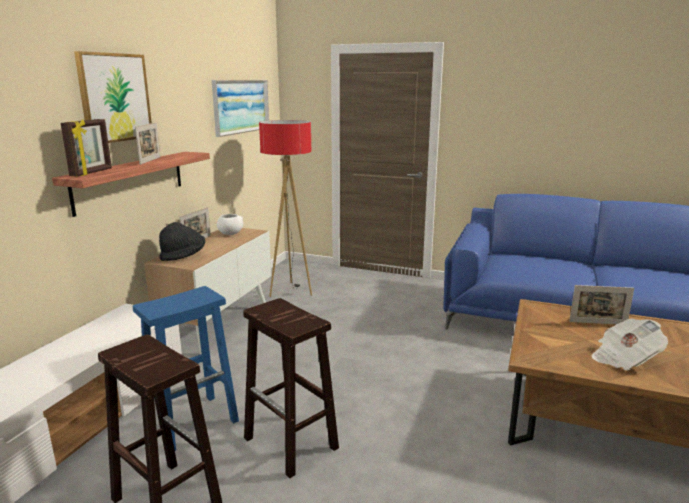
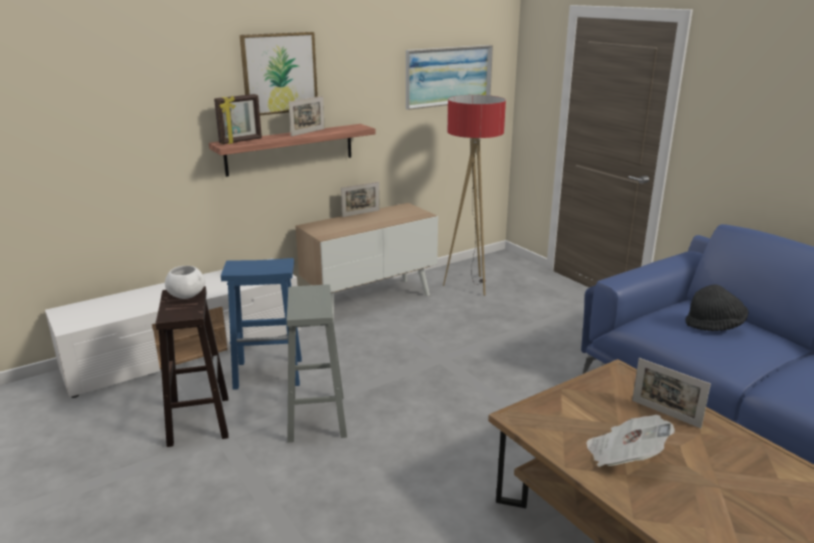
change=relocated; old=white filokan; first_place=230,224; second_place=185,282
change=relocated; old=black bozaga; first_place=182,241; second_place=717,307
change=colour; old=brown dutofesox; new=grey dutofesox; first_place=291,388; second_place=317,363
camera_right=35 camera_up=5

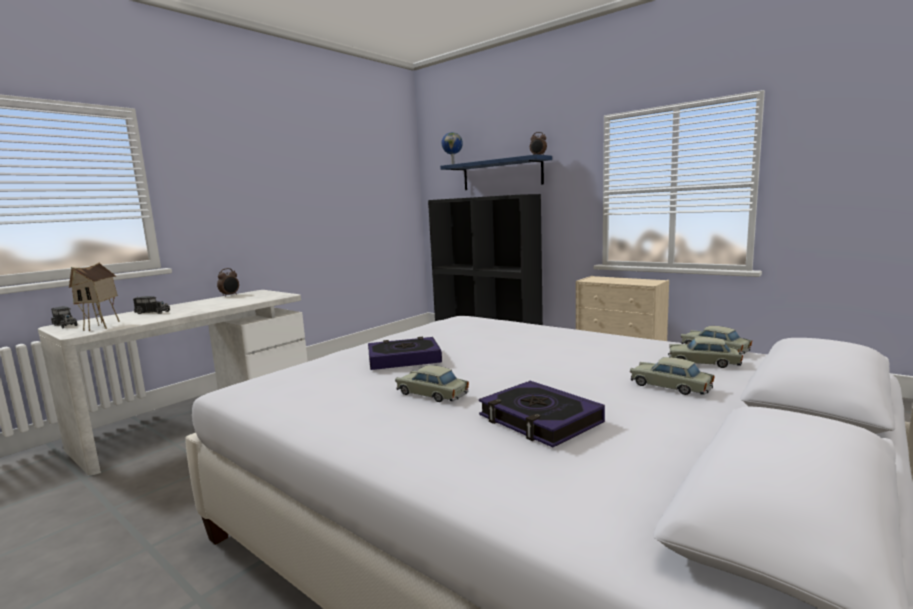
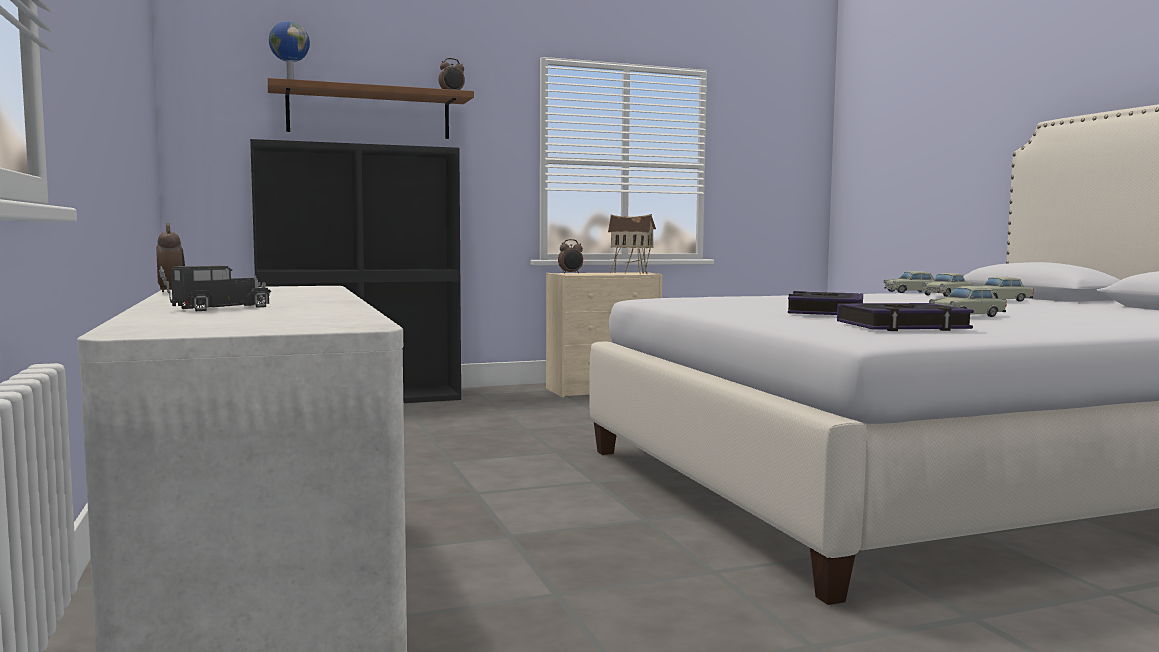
change=colour; old=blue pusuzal; new=brown pusuzal; first_place=496,172; second_place=371,108
change=relocated; old=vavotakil; first_place=94,296; second_place=632,244
change=missing; old=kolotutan; first_place=64,317
change=relocated; old=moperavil; first_place=542,414; second_place=905,317
change=appeared; new=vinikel; second_place=570,256
camera_right=-60 camera_up=-5

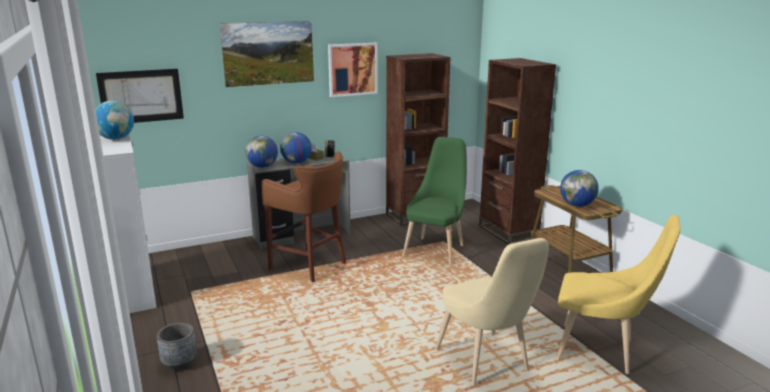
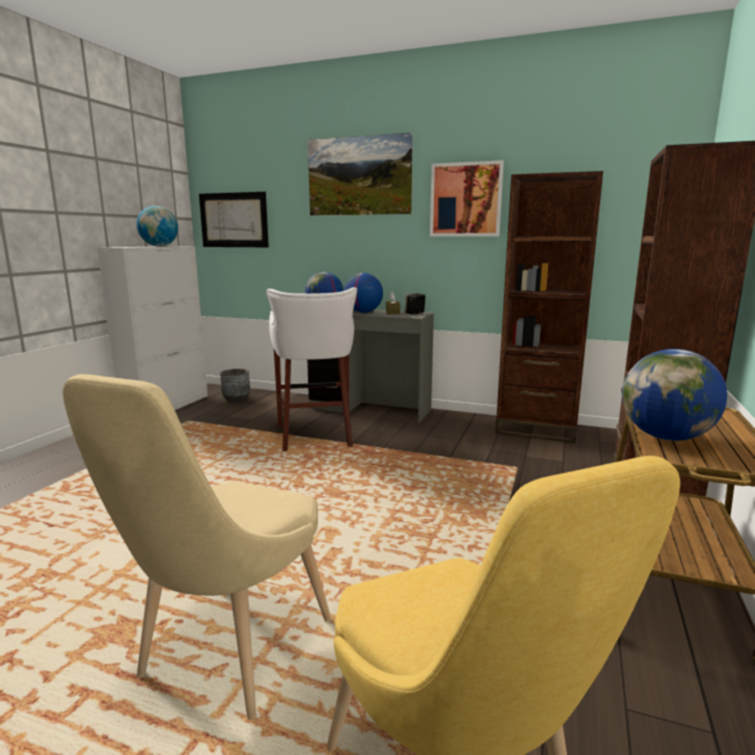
change=missing; old=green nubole; first_place=434,201
change=colour; old=brown dutofesox; new=white dutofesox; first_place=304,217; second_place=311,369
change=relocated; old=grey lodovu; first_place=177,347; second_place=235,385
camera_right=45 camera_up=-5

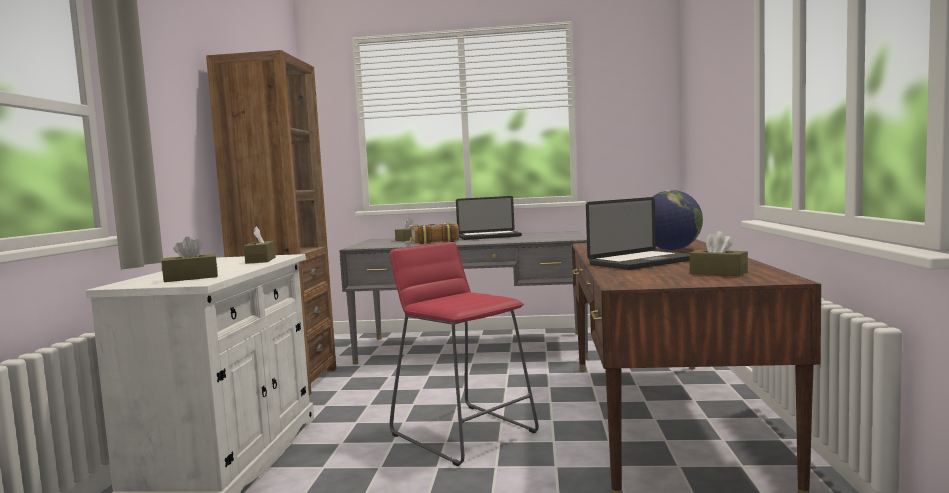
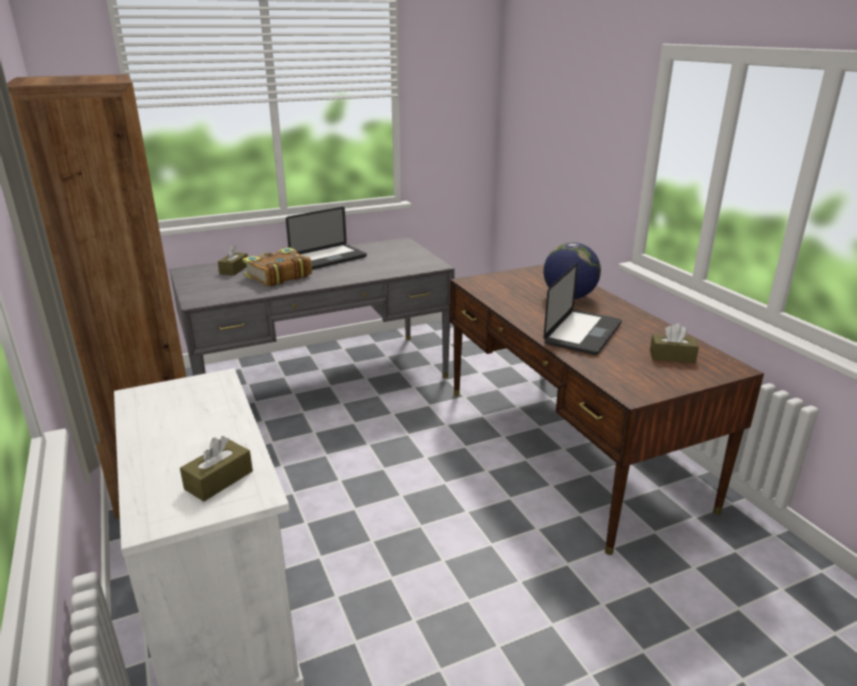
change=missing; old=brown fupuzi; first_place=260,245
change=missing; old=red dutofesox; first_place=464,354
camera_right=-30 camera_up=20

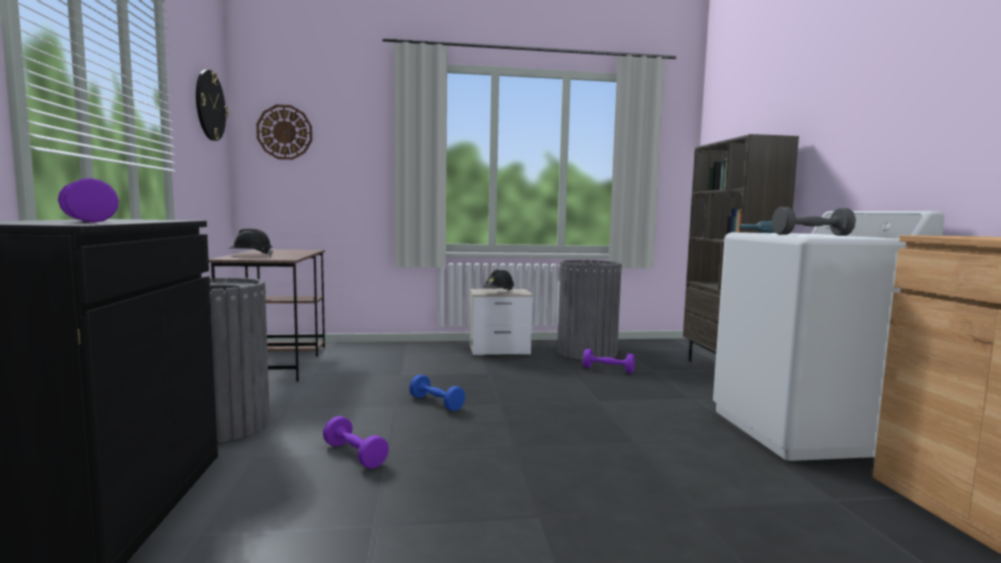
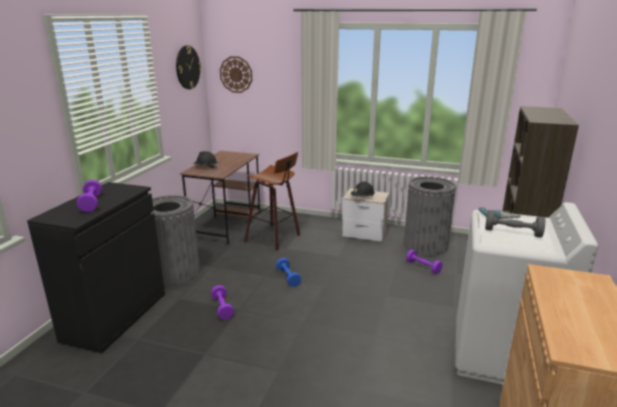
change=appeared; new=dutofesox; second_place=272,201
camera_right=25 camera_up=15

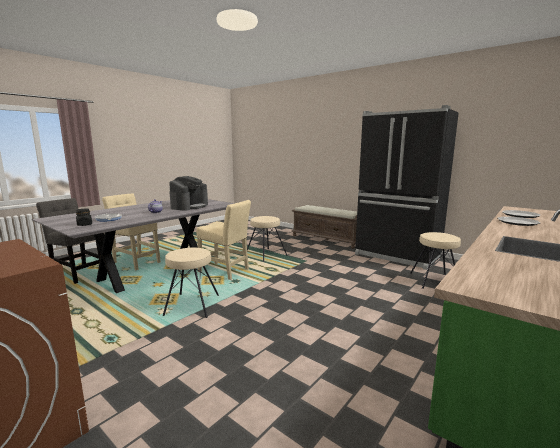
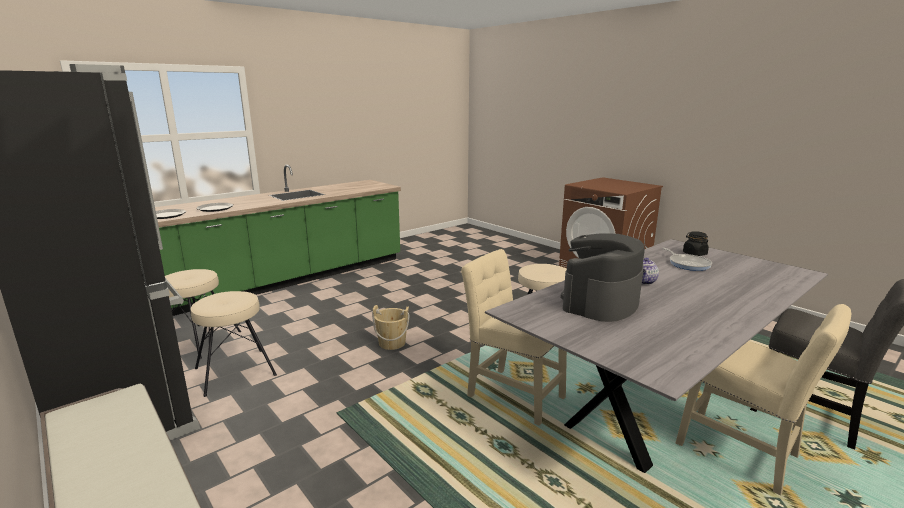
change=relocated; old=beige dutofesox; first_place=267,239; second_place=233,344
change=appeared; new=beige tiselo; second_place=390,327
camera_right=-170 camera_up=5

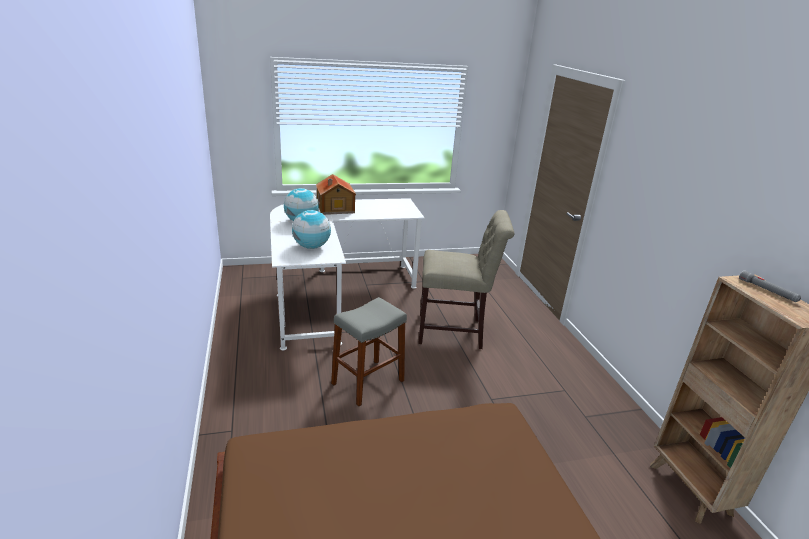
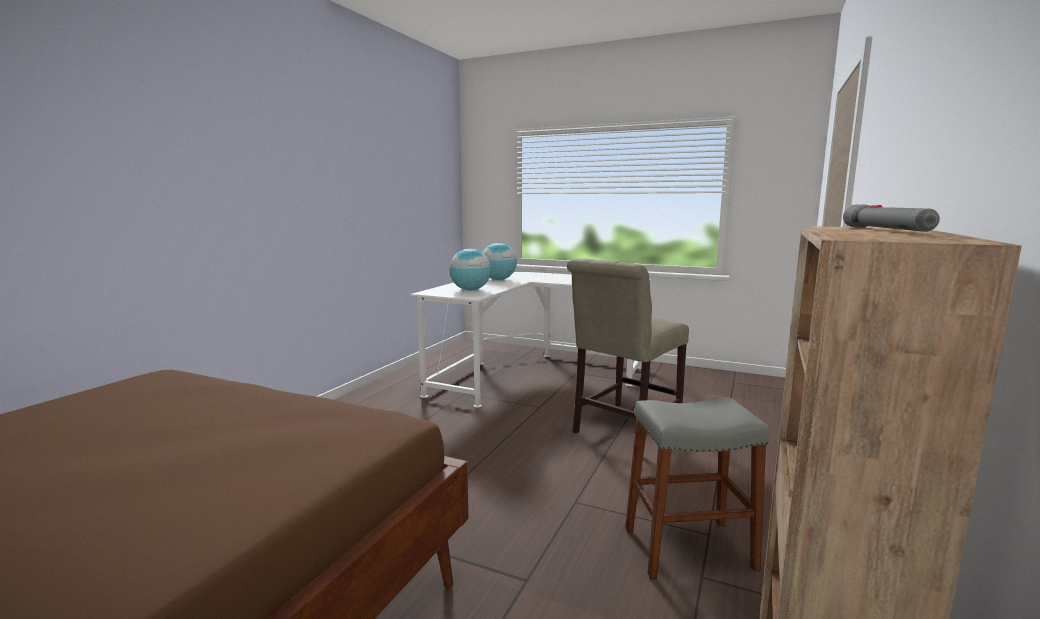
change=missing; old=vavotakil; first_place=336,194
change=spun; old=beige nubole; first_place=466,279; second_place=628,346; degrees=90
change=relocated; old=grey dutofesox; first_place=369,351; second_place=697,488
camera_right=40 camera_up=-15

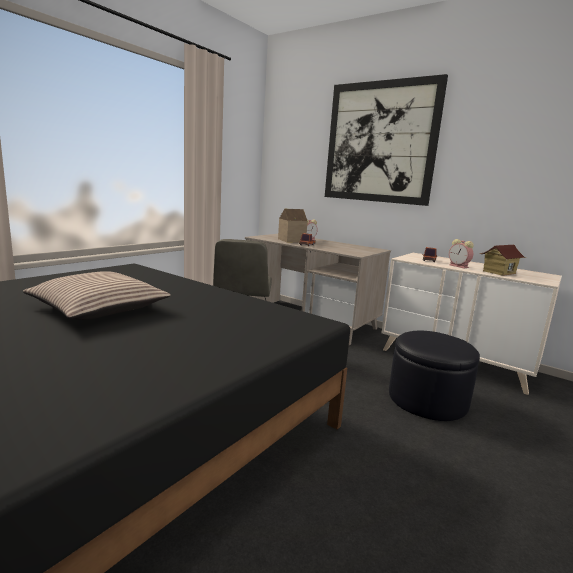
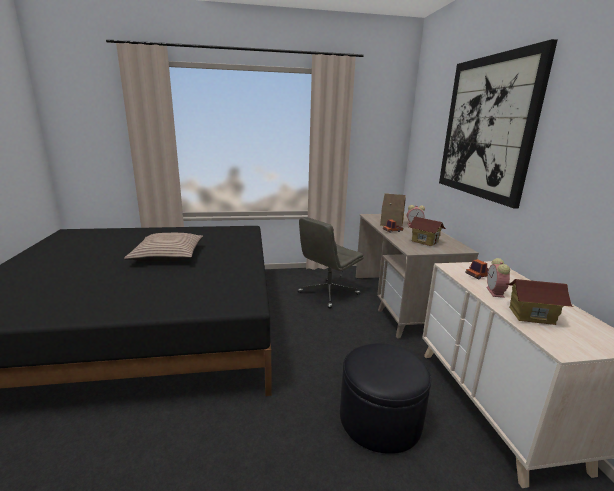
change=appeared; new=vavotakil; second_place=427,231
camera_right=45 camera_up=5

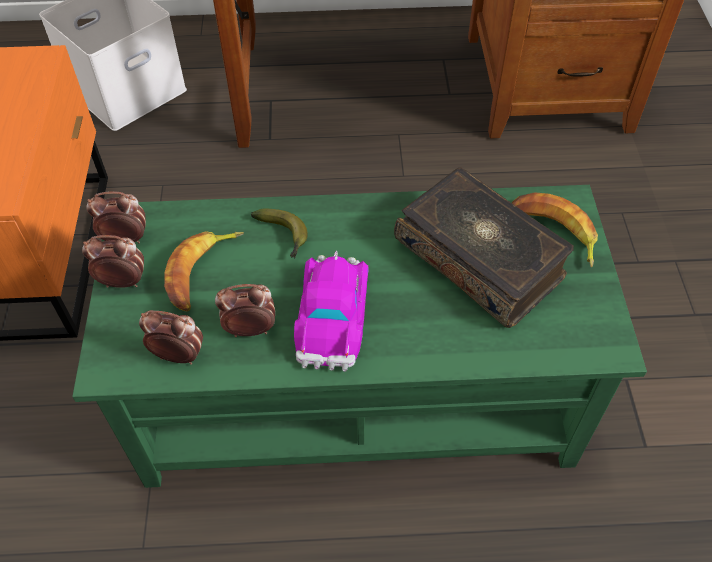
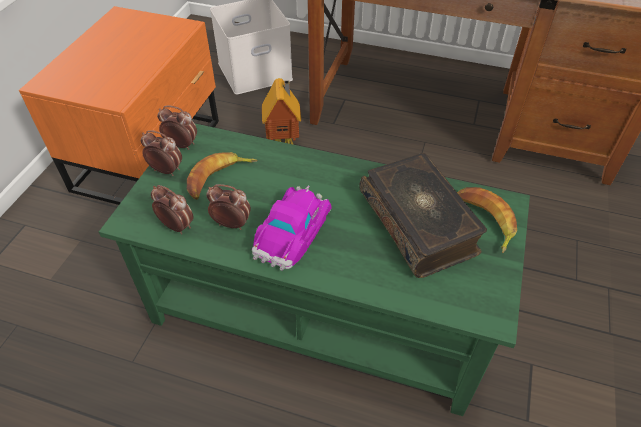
change=missing; old=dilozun; first_place=279,233
change=appeared; new=vavotakil; second_place=281,111
camera_right=20 camera_up=-5

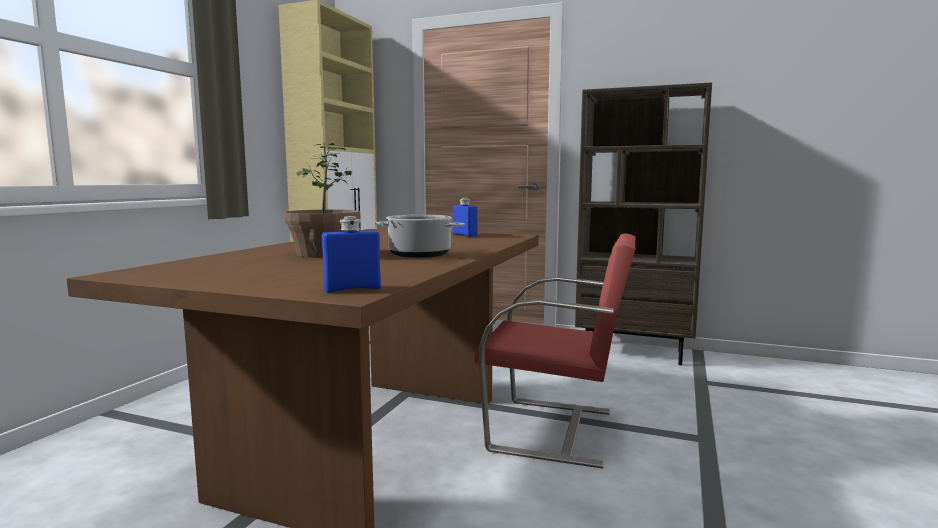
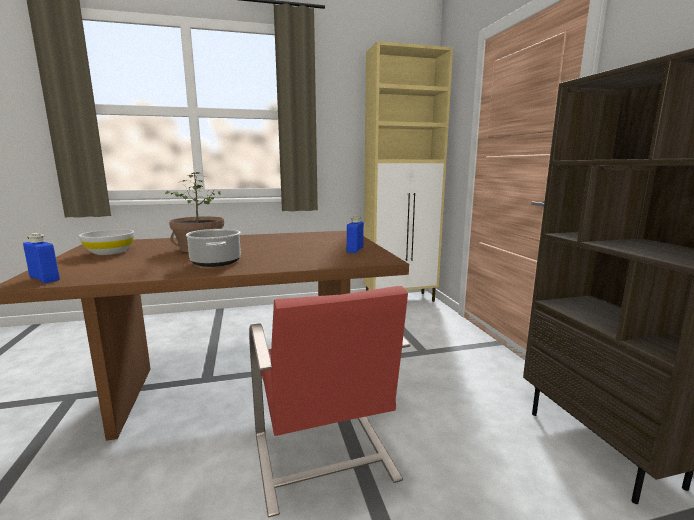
change=appeared; new=white filokan; second_place=106,242
camera_right=55 camera_up=5

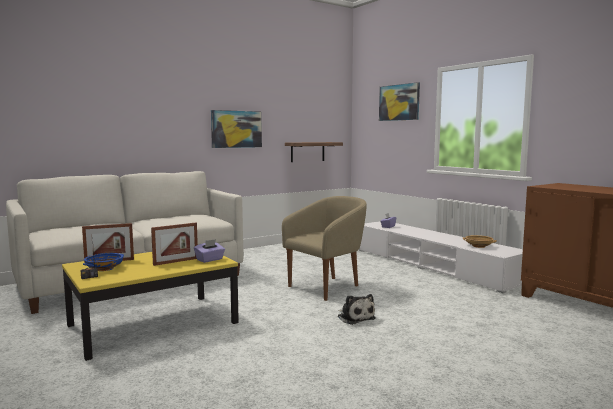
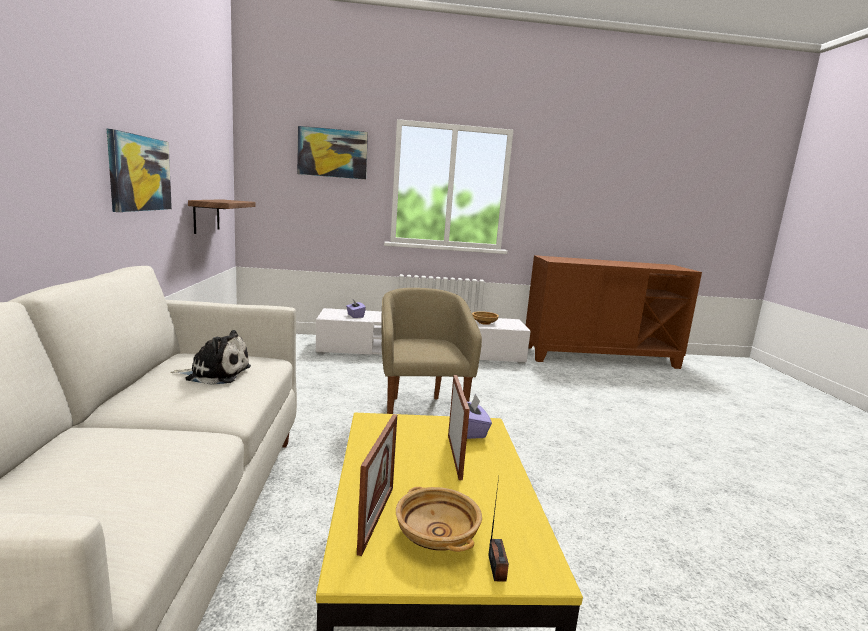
change=colour; old=blue filokan; new=beige filokan; first_place=103,262; second_place=439,519
change=relocated; old=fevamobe; first_place=356,309; second_place=211,357
camera_right=-60 camera_up=5

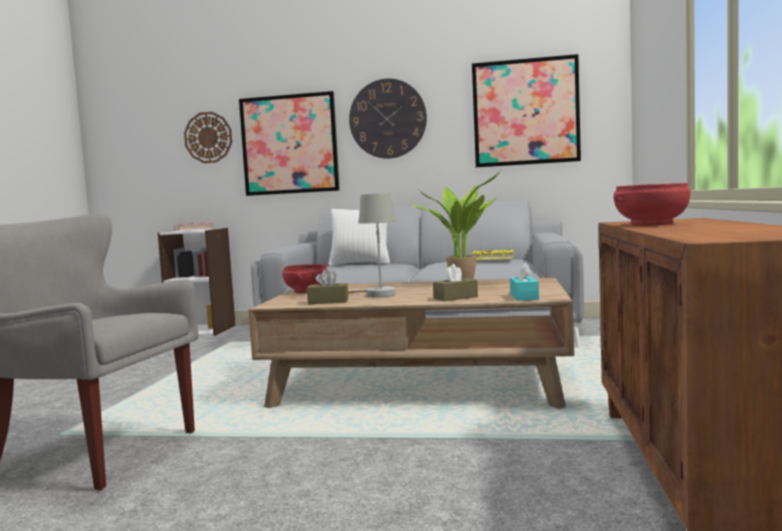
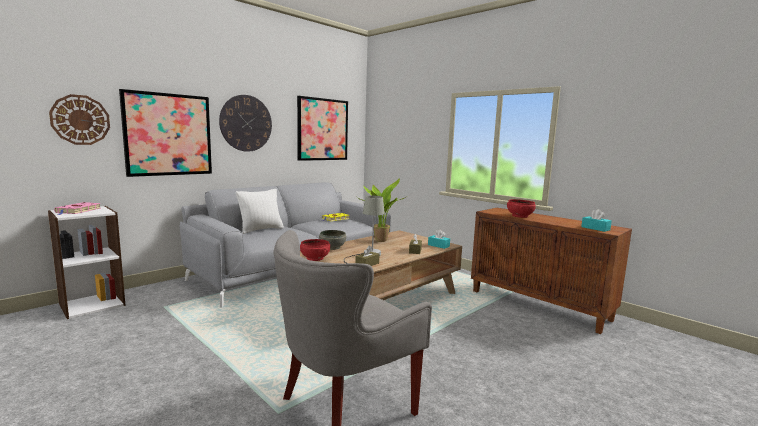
change=appeared; new=turquoise fupuzi; second_place=596,220
change=appeared; new=grey filokan; second_place=332,240
camera_right=-55 camera_up=5

